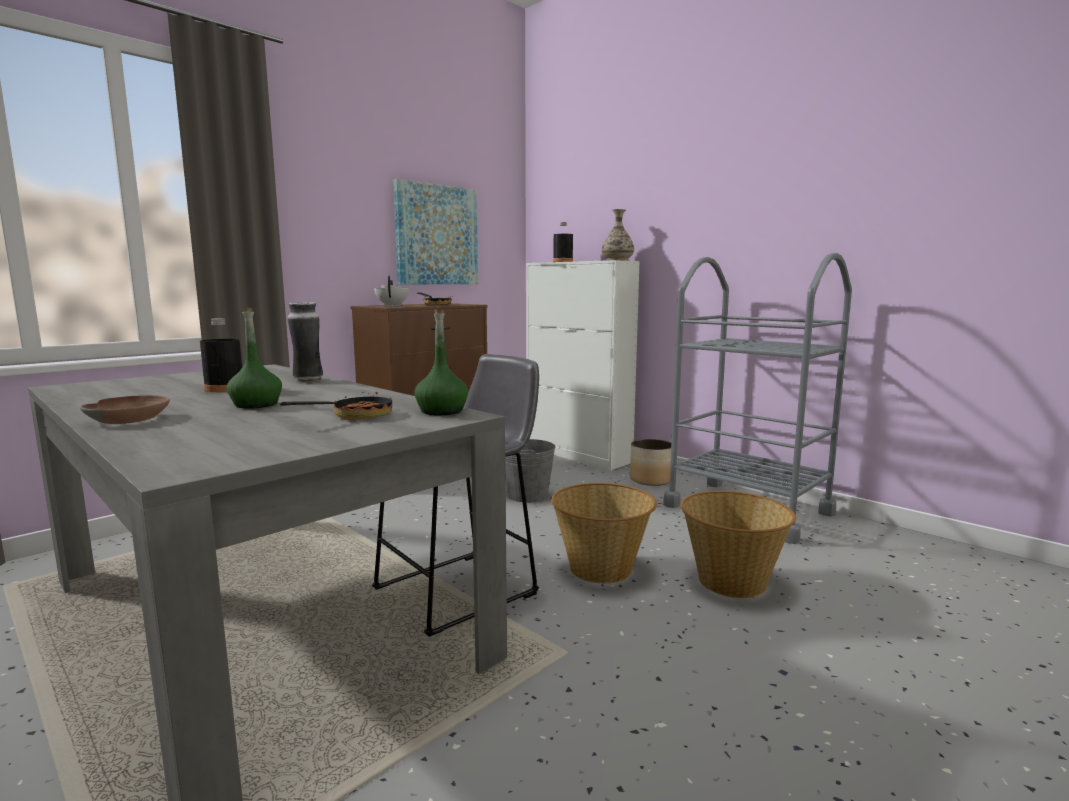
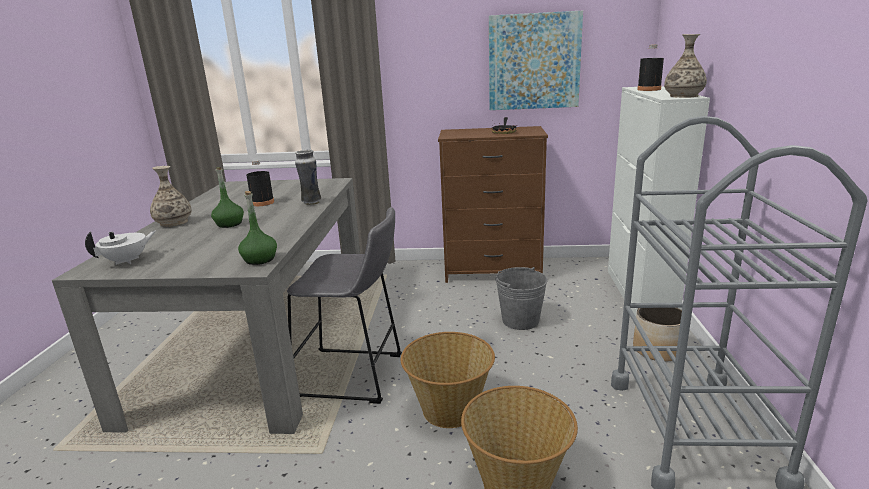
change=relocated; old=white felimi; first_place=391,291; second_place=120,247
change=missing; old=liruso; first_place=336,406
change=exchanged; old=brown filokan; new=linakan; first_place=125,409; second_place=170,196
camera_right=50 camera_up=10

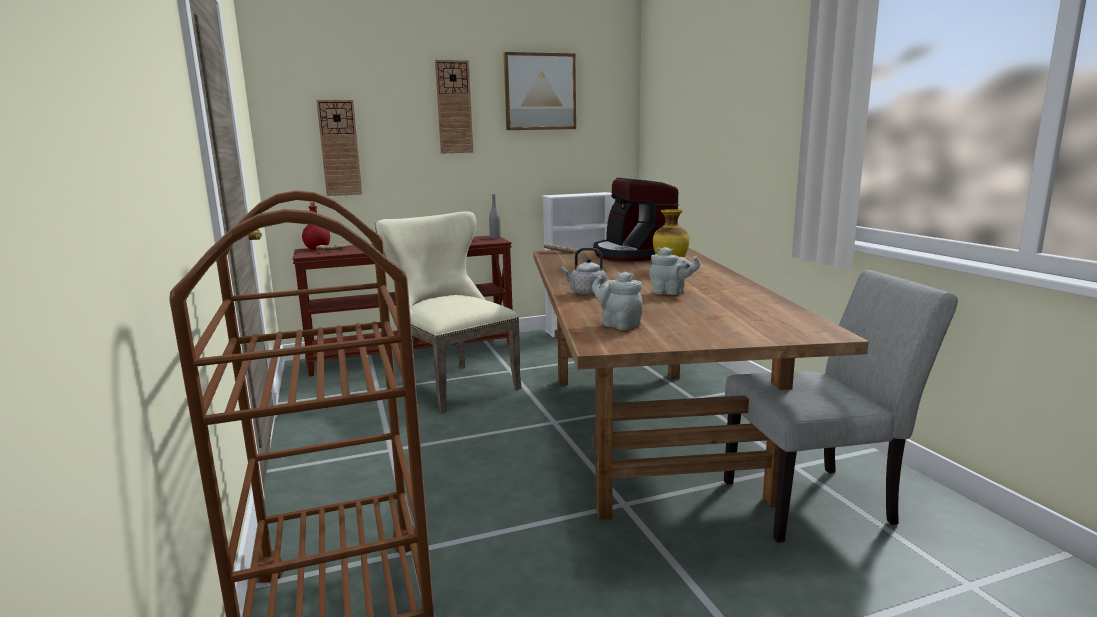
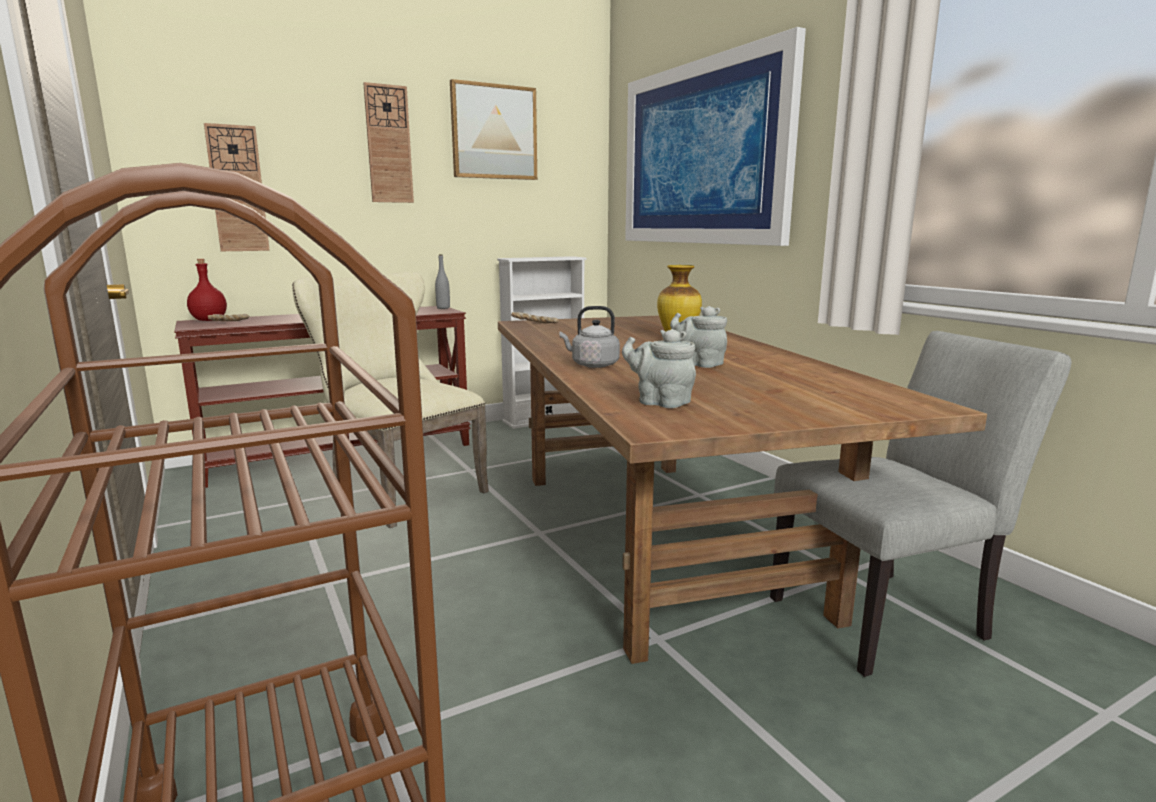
change=missing; old=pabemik; first_place=636,220
change=spun; old=grey felimi; first_place=674,271; second_place=698,337; degrees=-150
change=appeared; new=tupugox; second_place=715,136
camera_right=-10 camera_up=0

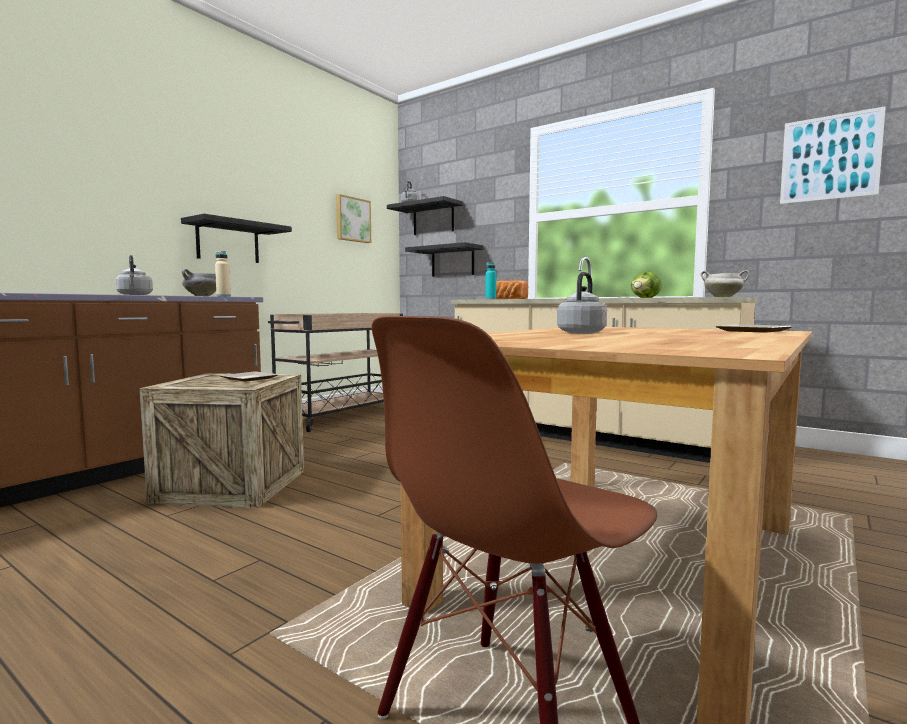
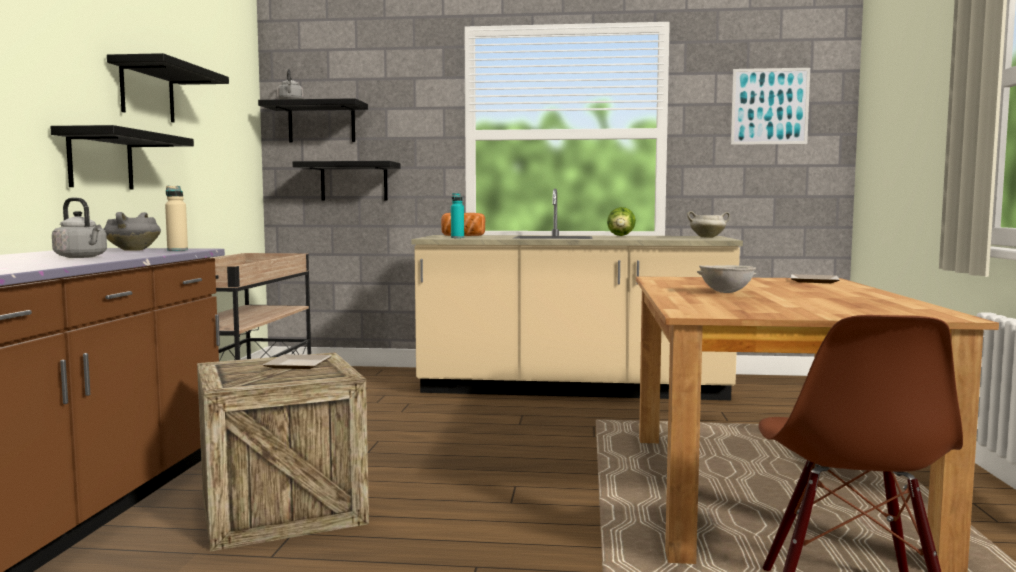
change=missing; old=tupugox; first_place=353,218
change=exchanged; old=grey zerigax; new=grey filokan; first_place=582,303; second_place=726,279
change=appeared; new=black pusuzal; second_place=168,88
camera_right=-30 camera_up=0

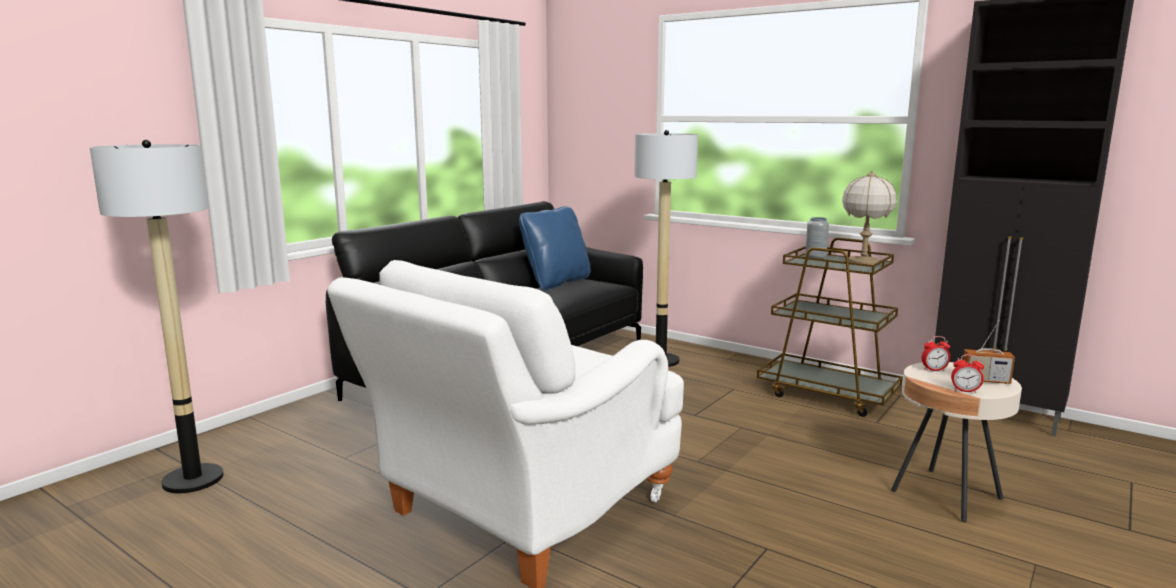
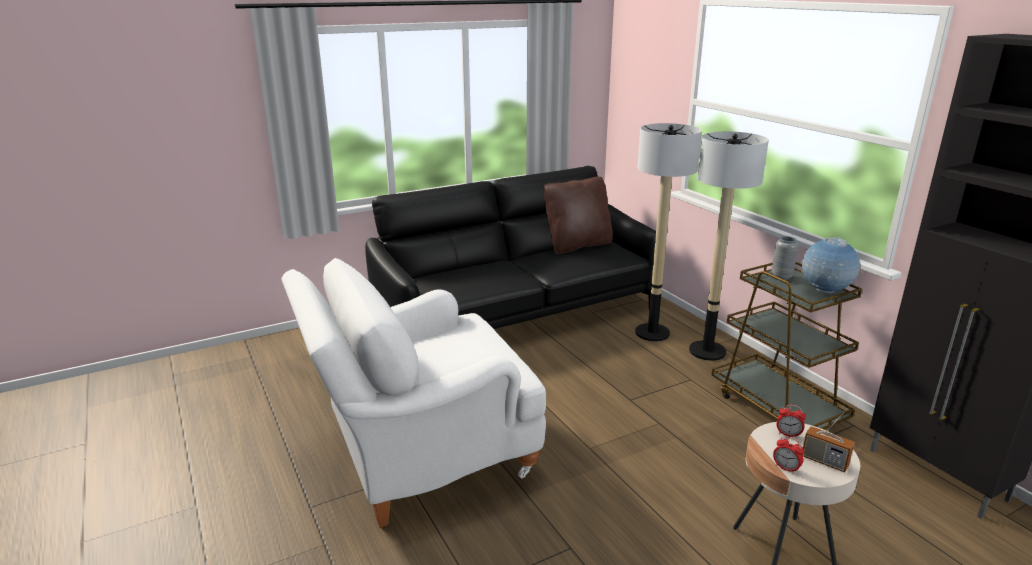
change=relocated; old=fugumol; first_place=157,316; second_place=729,246
change=exchanged; old=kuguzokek; new=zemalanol; first_place=869,218; second_place=831,265
change=colour; old=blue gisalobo; new=brown gisalobo; first_place=555,248; second_place=578,215
camera_right=25 camera_up=10

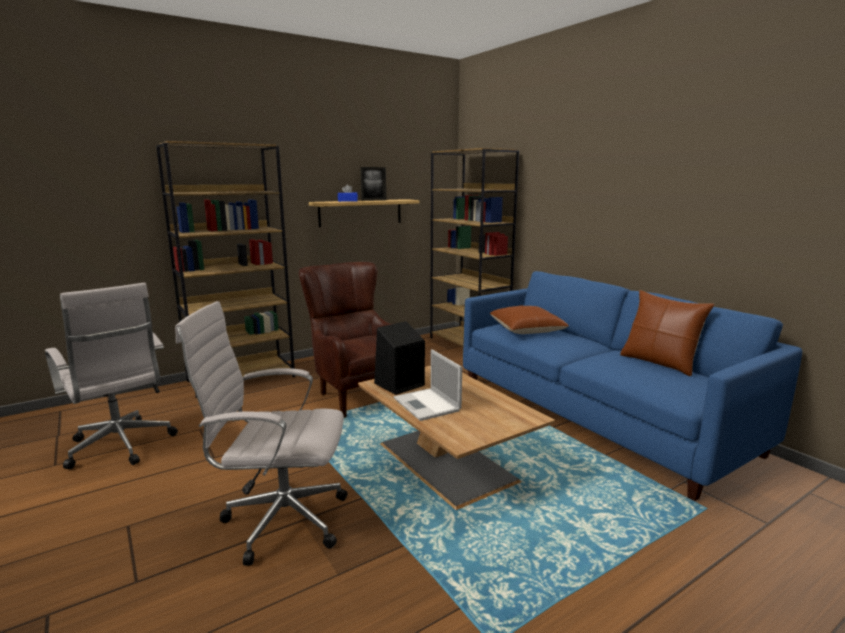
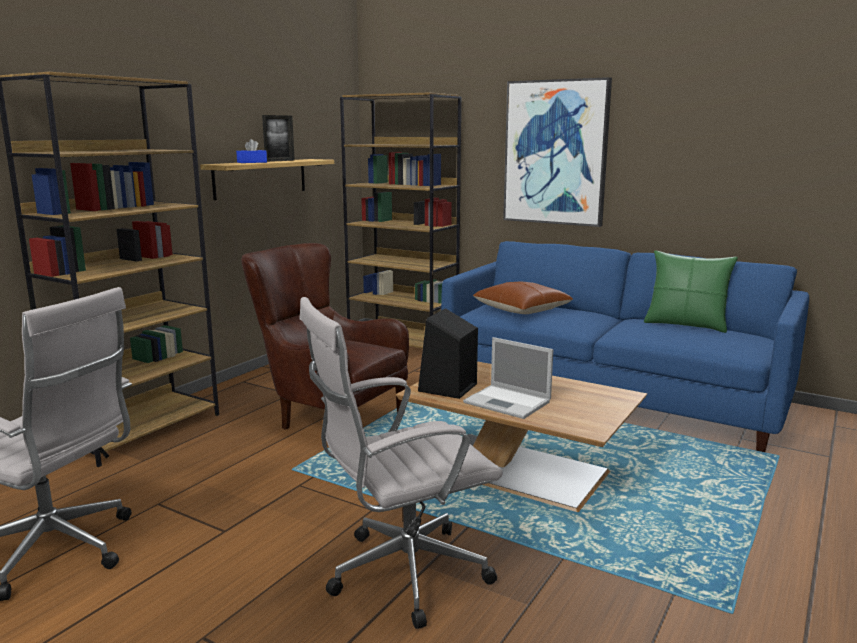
change=colour; old=brown gisalobo; new=green gisalobo; first_place=667,333; second_place=691,291
change=appeared; new=tupugox; second_place=557,152
camera_right=-25 camera_up=0

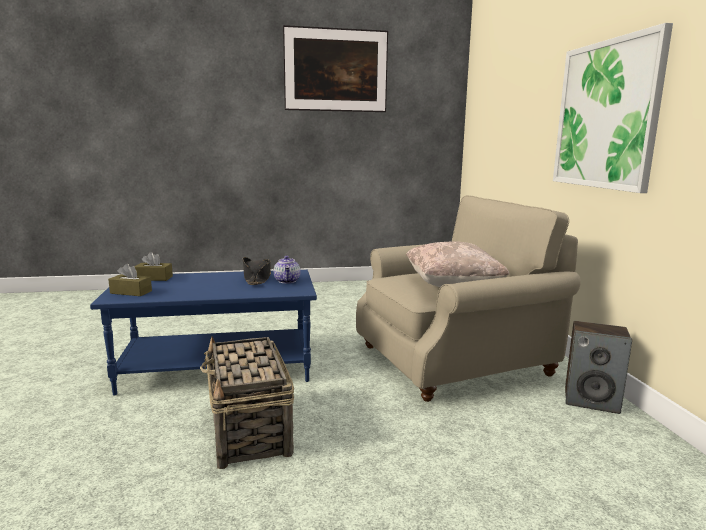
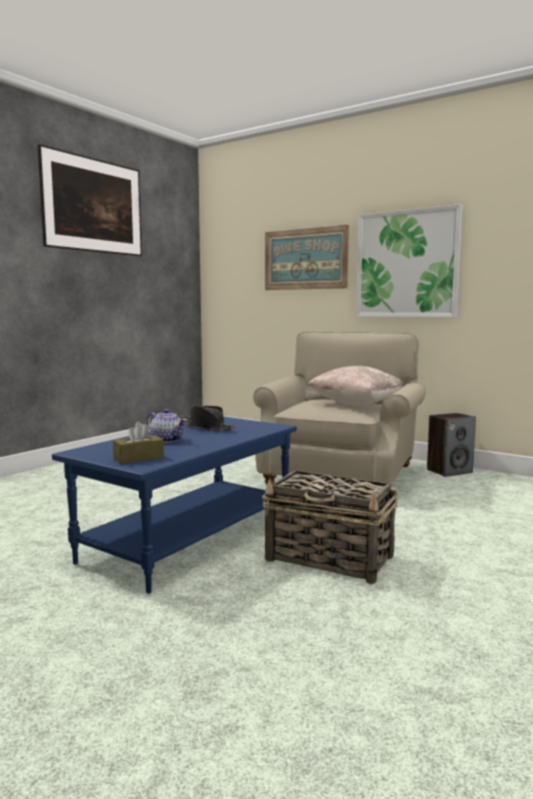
change=missing; old=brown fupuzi; first_place=153,266
change=relocated; old=felimi; first_place=287,269; second_place=167,426
change=appeared; new=tupugox; second_place=307,257
camera_right=-45 camera_up=-5

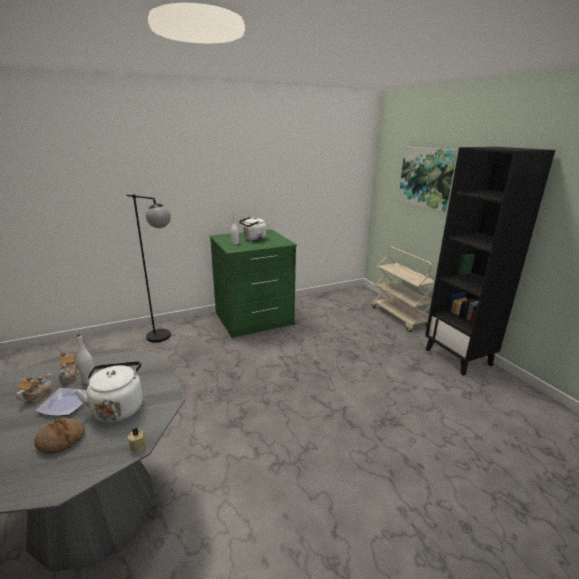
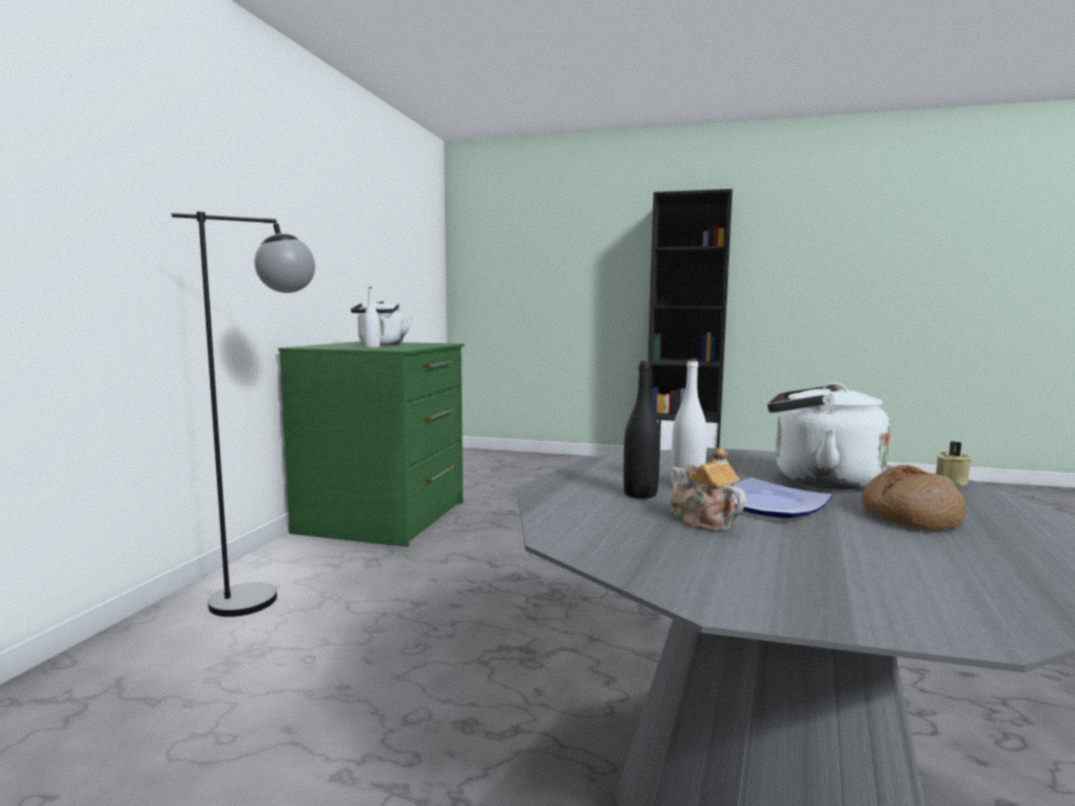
change=missing; old=tupugox; first_place=427,179
change=missing; old=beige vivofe; first_place=403,289
change=exchanged; old=felimi; new=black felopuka; first_place=69,367; second_place=641,429
camera_right=-50 camera_up=-15

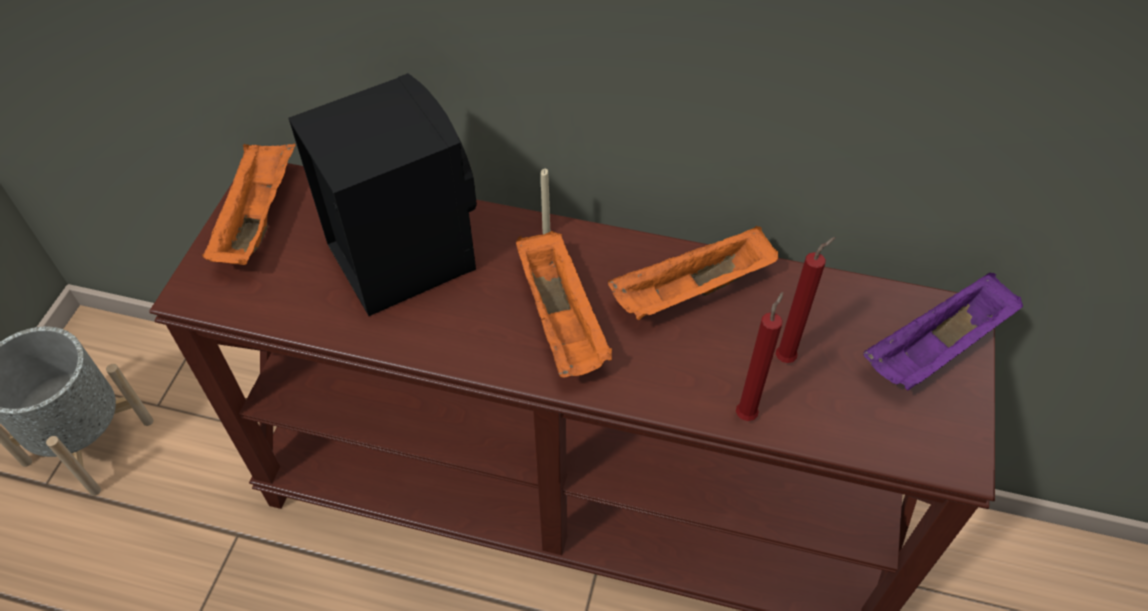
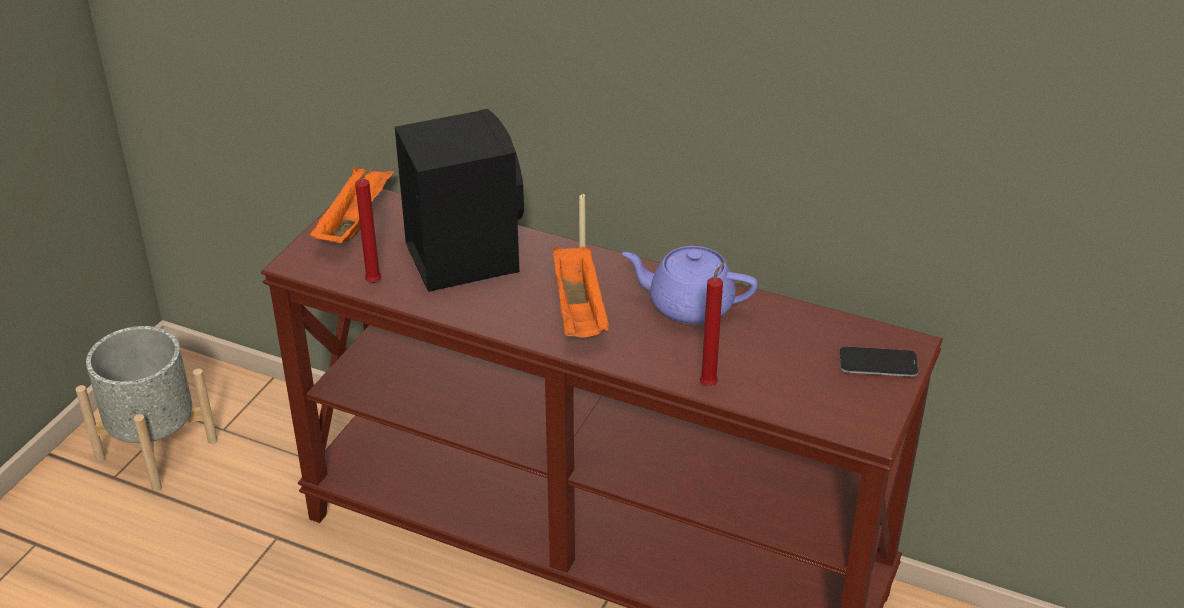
change=exchanged; old=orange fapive; new=purple felimi; first_place=693,273; second_place=690,285
change=relocated; old=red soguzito; first_place=805,300; second_place=368,225
change=exchanged; old=purple fapive; new=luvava; first_place=943,332; second_place=879,362
camera_right=10 camera_up=-15

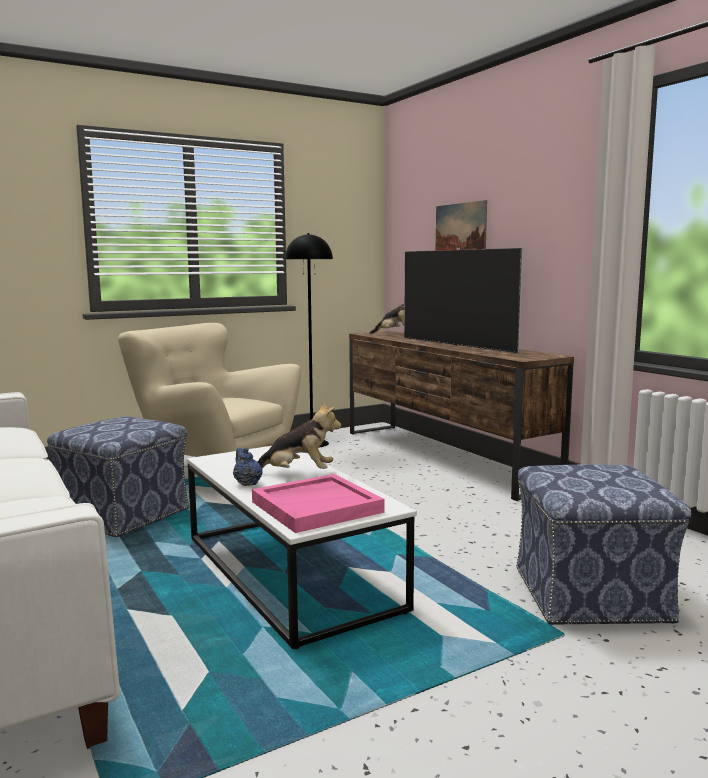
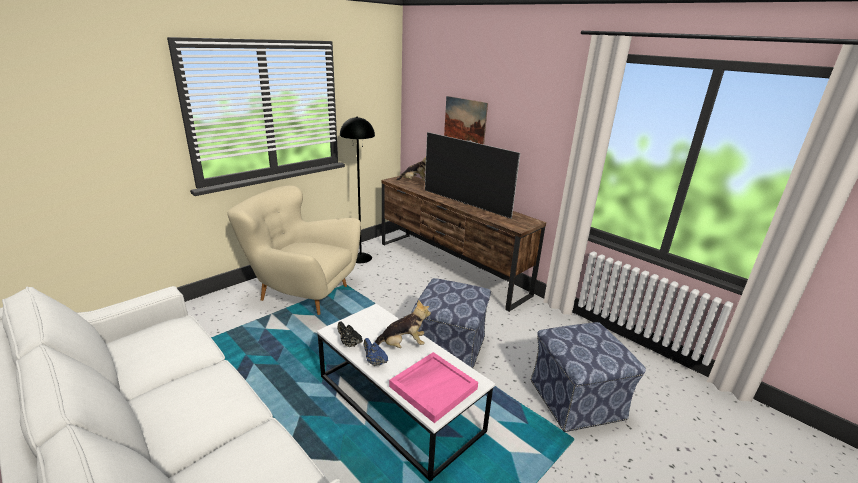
change=relocated; old=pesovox; first_place=118,476; second_place=451,323
change=appeared; new=black felimi; second_place=350,334
camera_right=-15 camera_up=15

